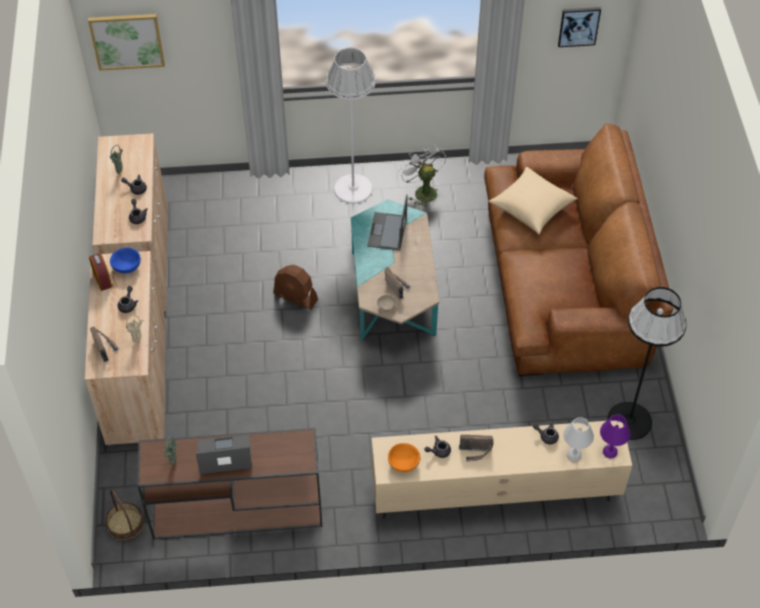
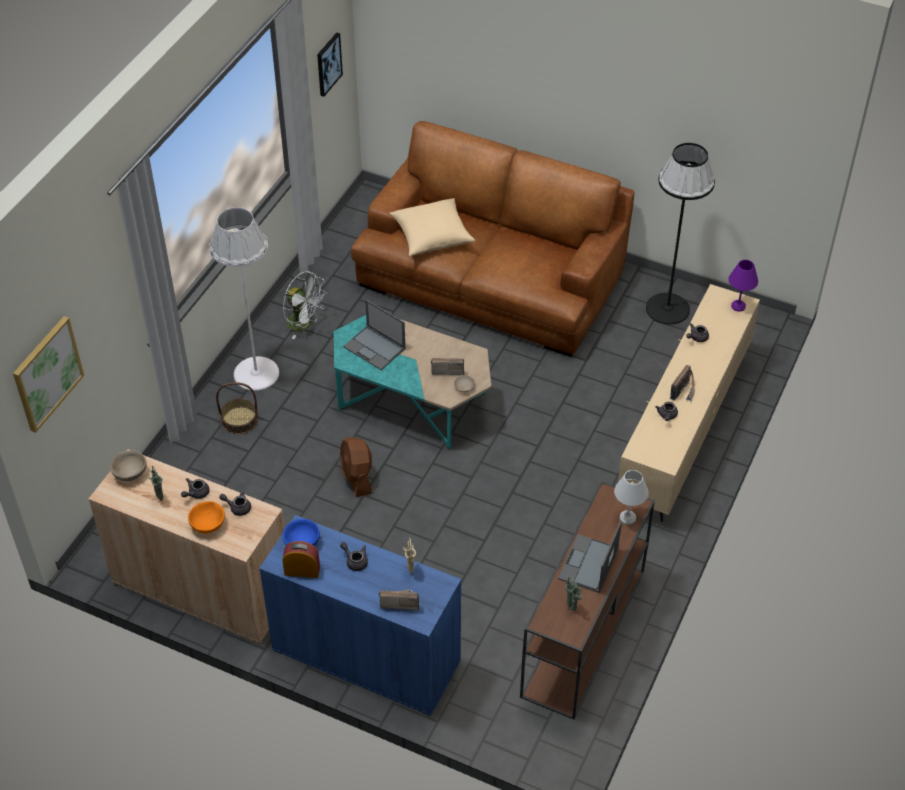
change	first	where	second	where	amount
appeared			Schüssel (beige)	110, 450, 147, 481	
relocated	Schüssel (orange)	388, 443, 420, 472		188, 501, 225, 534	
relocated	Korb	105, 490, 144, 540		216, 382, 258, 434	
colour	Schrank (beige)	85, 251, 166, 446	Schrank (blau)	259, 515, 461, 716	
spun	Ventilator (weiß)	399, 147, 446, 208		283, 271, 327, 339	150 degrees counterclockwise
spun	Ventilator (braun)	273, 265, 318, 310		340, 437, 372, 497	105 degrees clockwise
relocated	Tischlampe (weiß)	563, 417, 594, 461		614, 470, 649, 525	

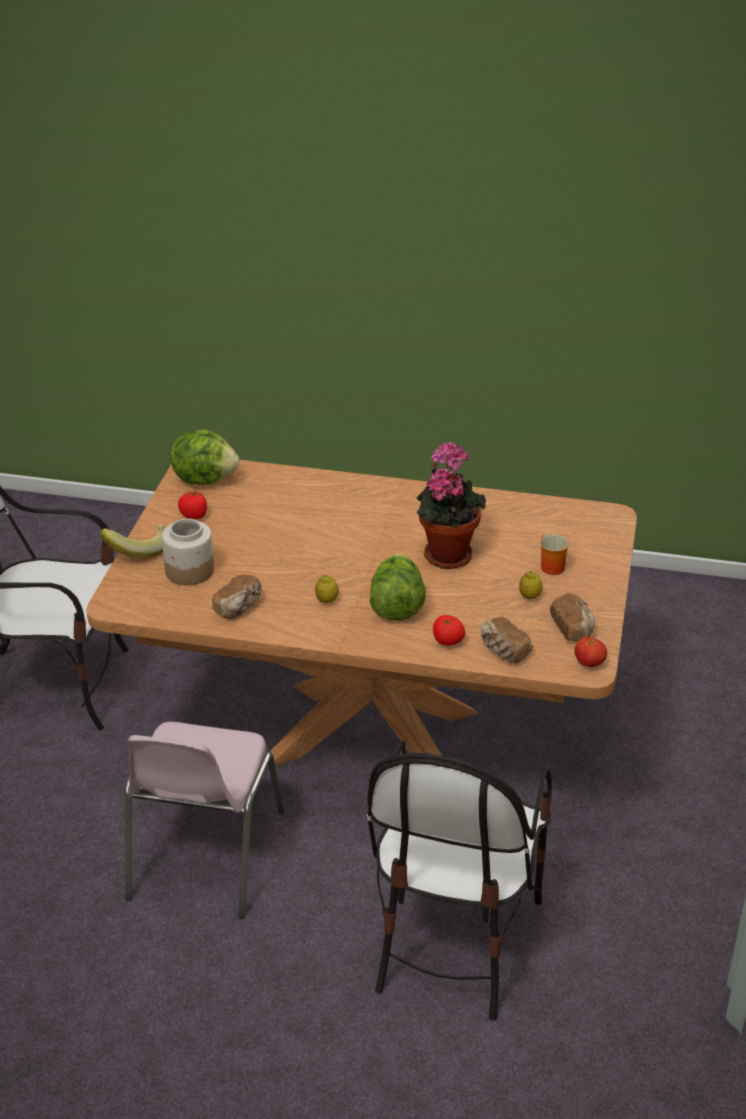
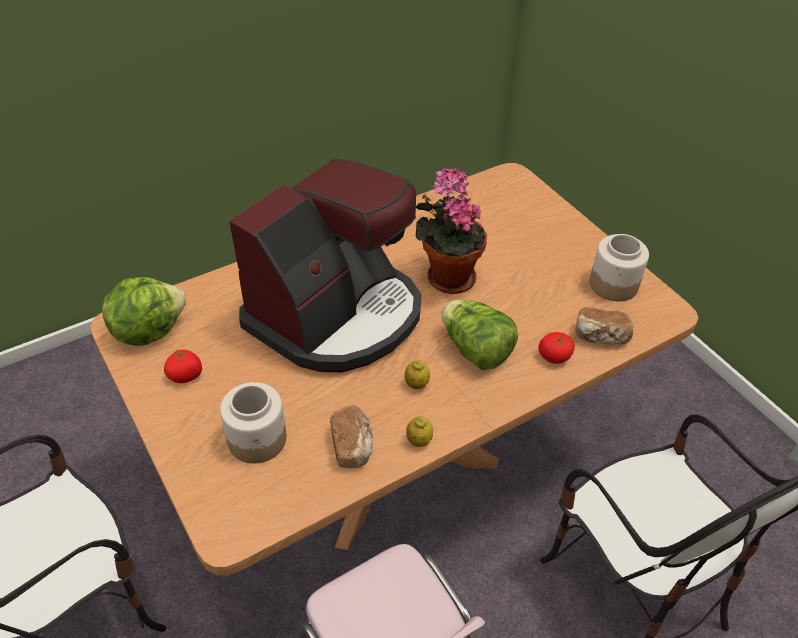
change	first	where	second	where	amount
appeared			Kaffeemaschine	229, 158, 422, 372	
relocated	Zitrone	519, 571, 543, 599		406, 416, 433, 447	
exchanged	Brot	550, 593, 595, 642	Vorratsglas	589, 234, 649, 301	
missing	Banane	100, 524, 164, 558			
missing	Henkelbecher	540, 534, 570, 575			
missing	Tomate	574, 637, 607, 667			

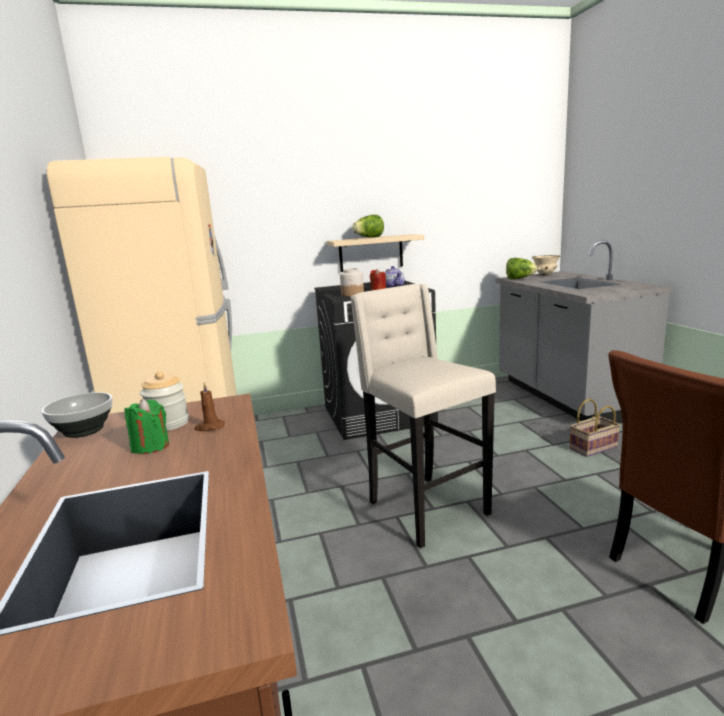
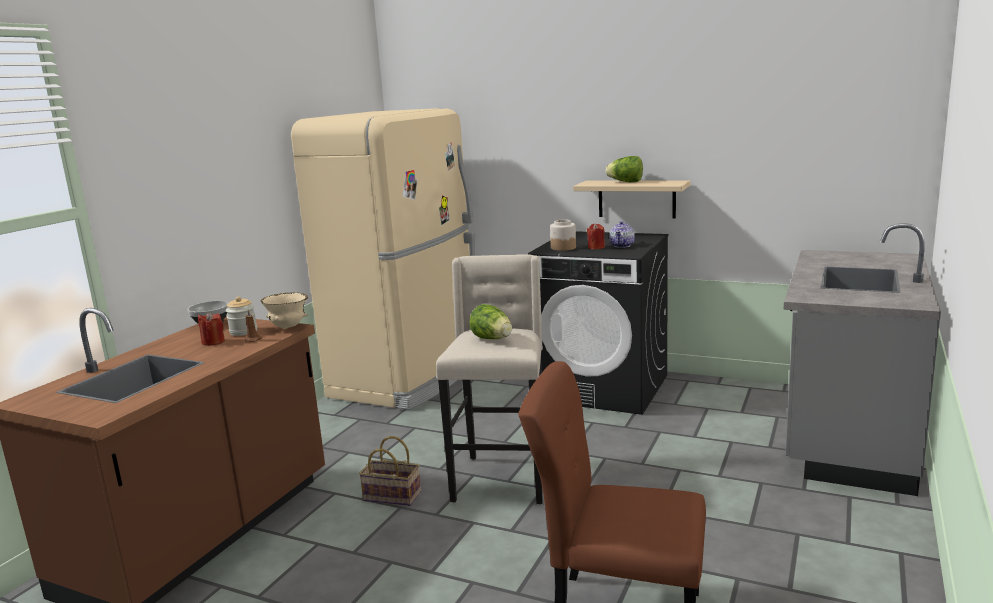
change	first	where	second	where	amount
colour	Kerze (grün)	125, 399, 169, 454	Kerze (rot)	198, 312, 225, 346	
relocated	Schüssel (beige)	532, 255, 561, 275		261, 292, 308, 329	
relocated	Korb	569, 399, 620, 457		359, 436, 421, 506	
relocated	Salatkopf	506, 258, 537, 279		469, 304, 512, 339	

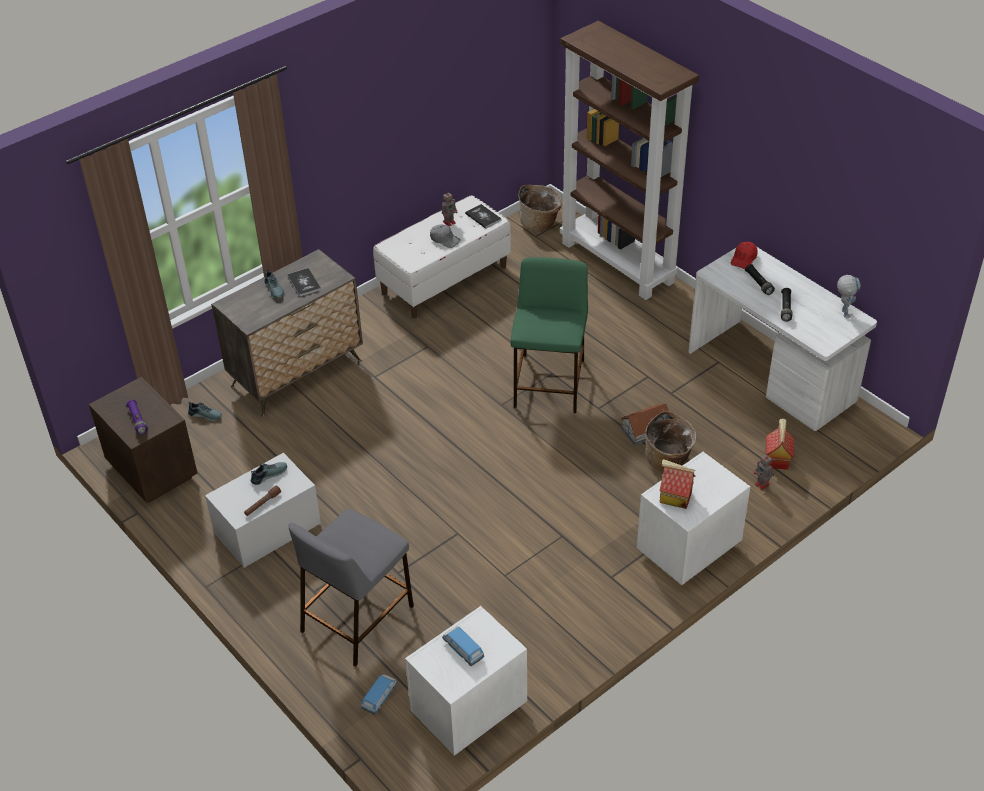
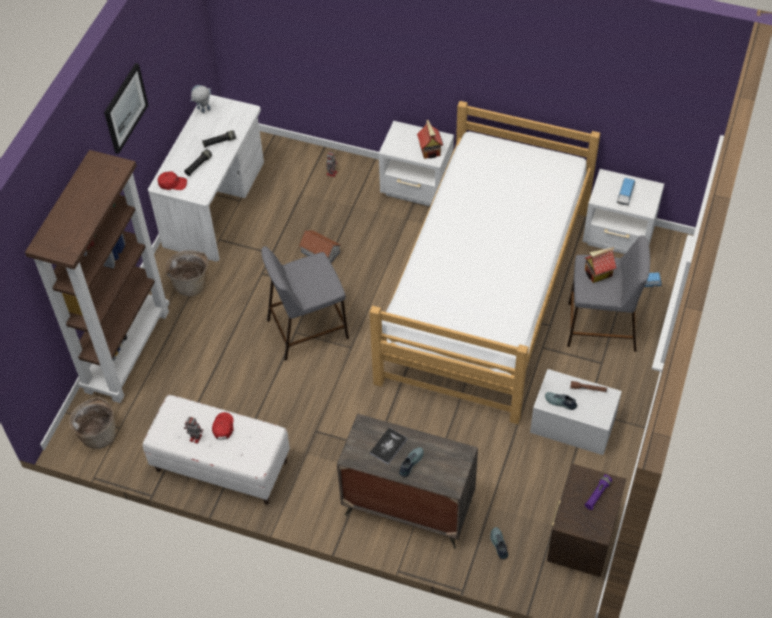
change	first	where	second	where	amount
appeared			Bild	104, 63, 148, 154	
relocated	Korb	645, 411, 696, 471		165, 250, 208, 296	
colour	Kappe (grau)	430, 224, 461, 248	Kappe (rot)	212, 412, 234, 440	
colour	Hocker (grün)	511, 257, 588, 413	Hocker (grau)	261, 246, 349, 361	
appeared			Bett	369, 101, 601, 424	
relocated	Spielzeughaus	766, 419, 794, 470		585, 247, 616, 283	
missing	Buch	465, 204, 502, 229			

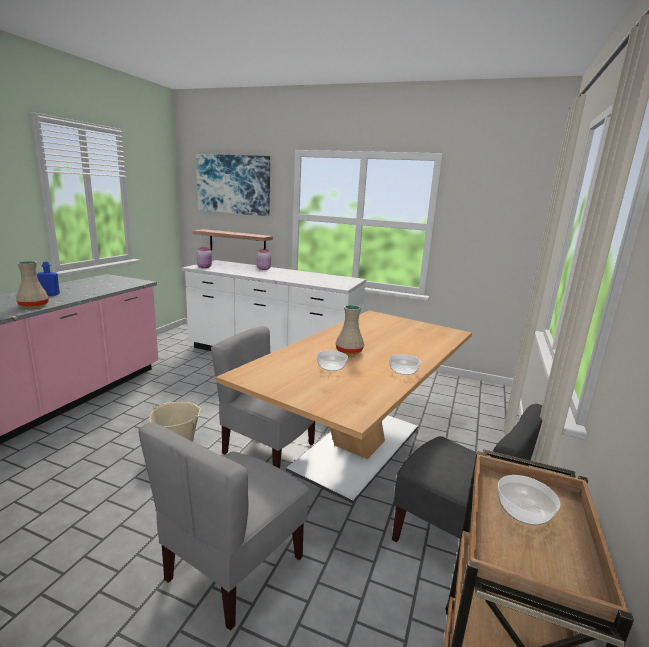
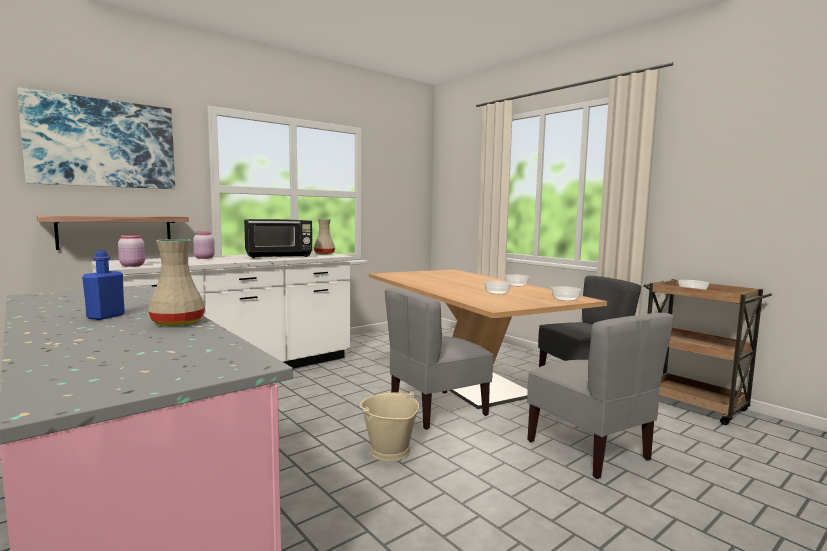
change	first	where	second	where	amount
appeared			Mikrowelle (schwarz)	244, 219, 312, 258	
relocated	Vase (beige)	336, 305, 364, 355		314, 219, 335, 255	
appeared			Schüssel	551, 286, 581, 301	

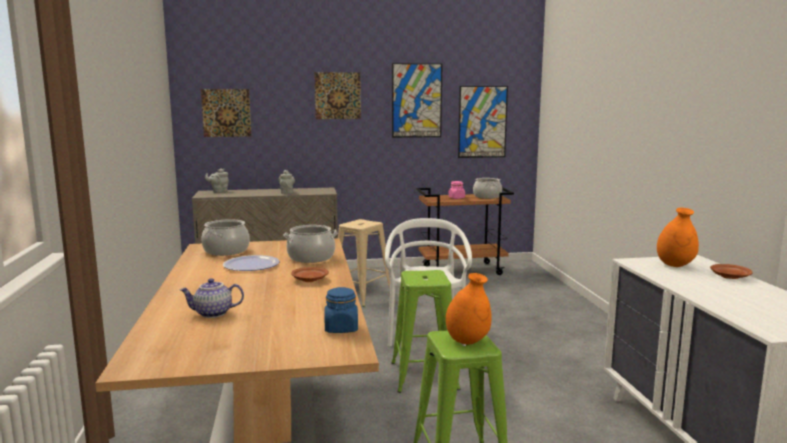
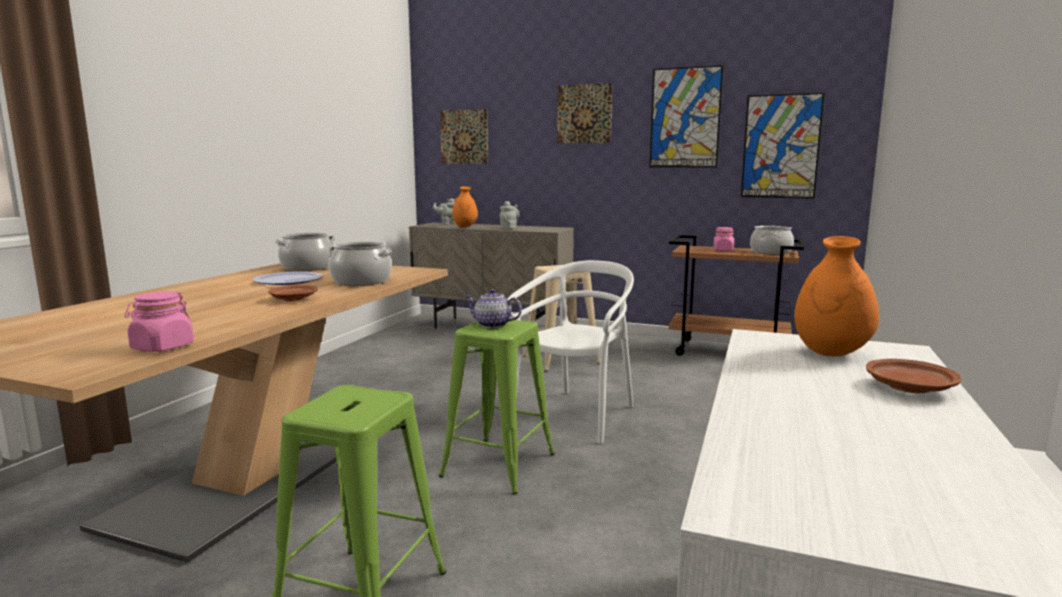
change	first	where	second	where	amount
colour	Vorratsglas (blau)	324, 287, 358, 333	Vorratsglas (rosa)	125, 292, 194, 352	
relocated	Vase (orange)	446, 273, 491, 345		452, 186, 478, 227	
relocated	Teekanne	180, 278, 244, 318		465, 289, 522, 328	

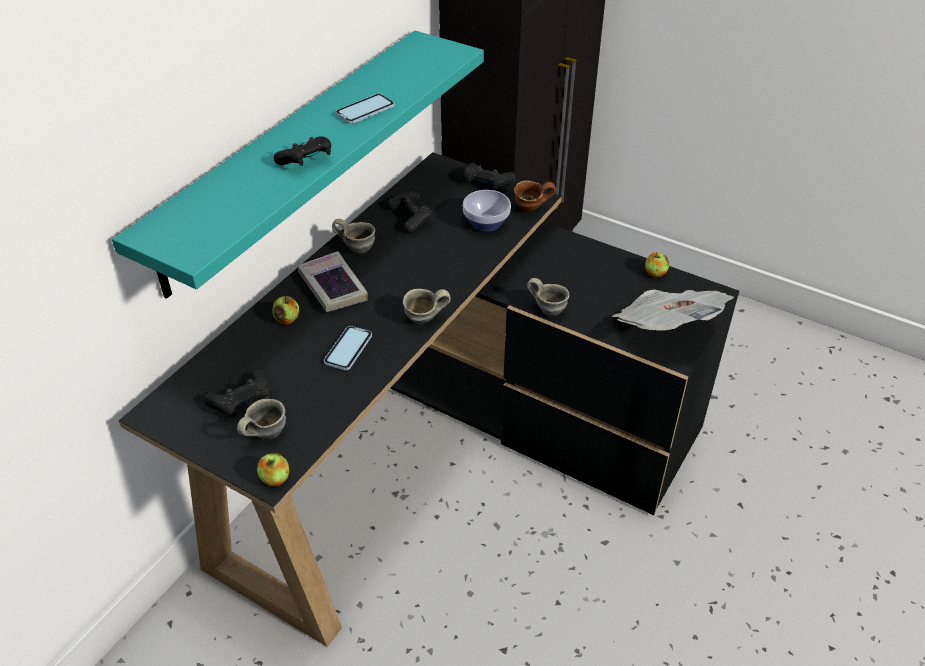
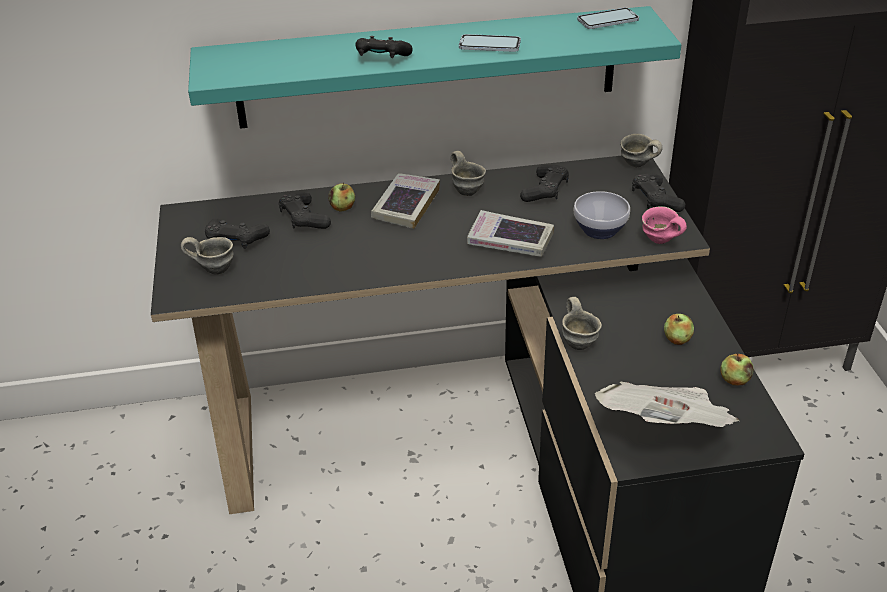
change	first	where	second	where	amount
appeared			Gamepad (schwarz)	278, 192, 331, 229	
appeared			Buch	467, 210, 554, 257	
relocated	Handy	324, 326, 372, 370		577, 8, 639, 29	
relocated	Henkelbecher (grau)	403, 289, 451, 324		620, 134, 663, 167	
colour	Henkelbecher (braun)	514, 181, 556, 212	Henkelbecher (rosa)	642, 206, 687, 244	
relocated	Apfel	257, 453, 289, 486		664, 314, 694, 345	

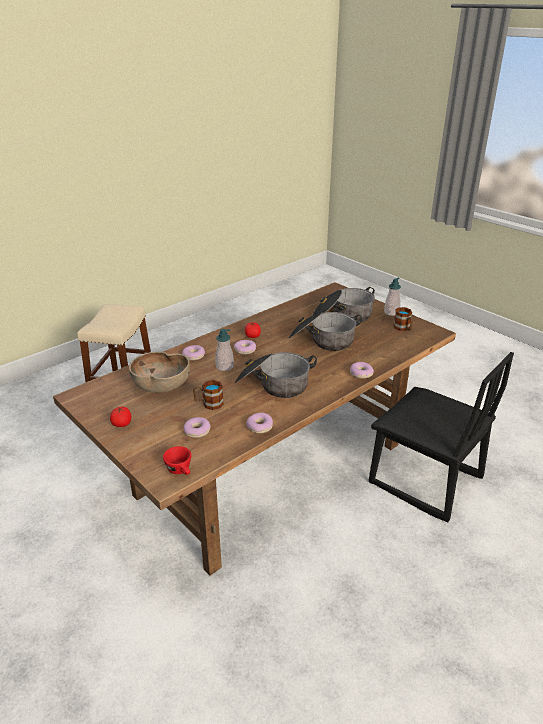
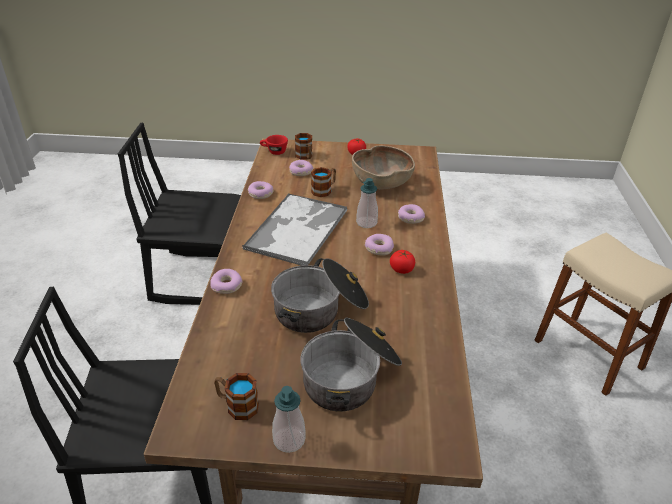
change	first	where	second	where	amount
appeared			Stuhl (schwarz)	118, 123, 241, 305	
exchanged	Kochtopf	234, 352, 317, 398	Tablett	242, 194, 348, 266	
appeared			Henkelbecher	295, 133, 312, 160	

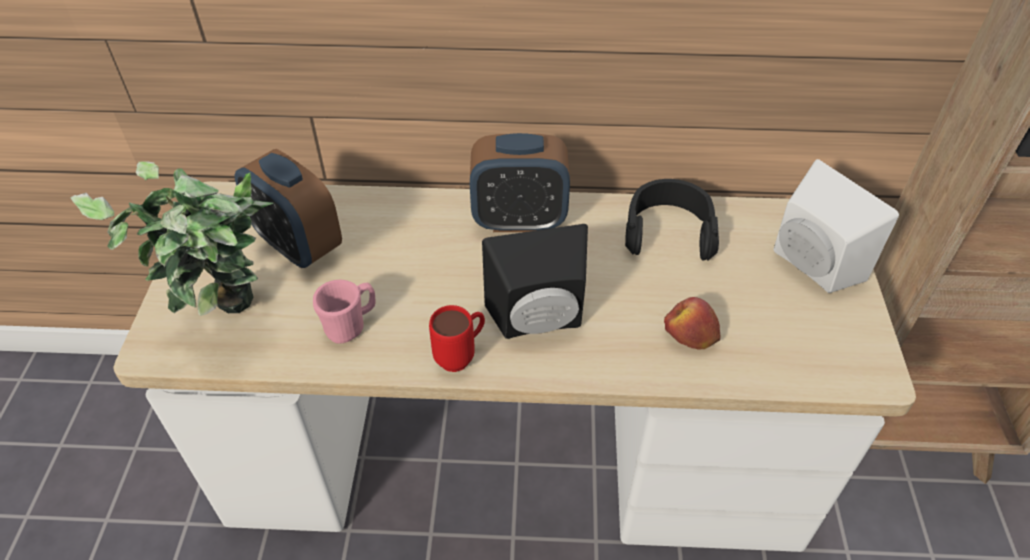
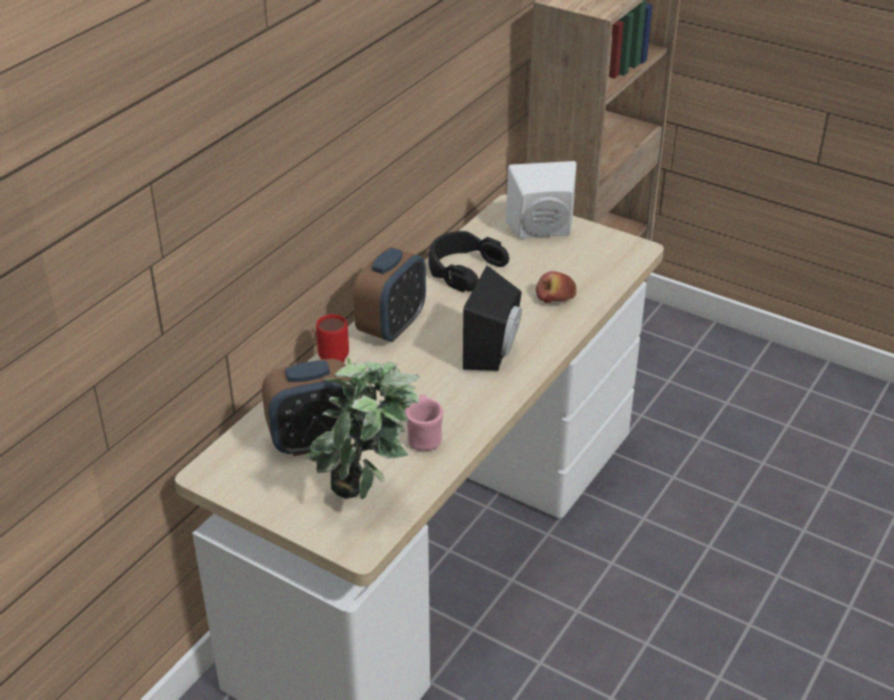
change	first	where	second	where	amount
relocated	Henkelbecher (rot)	429, 305, 485, 372		316, 314, 349, 363	

